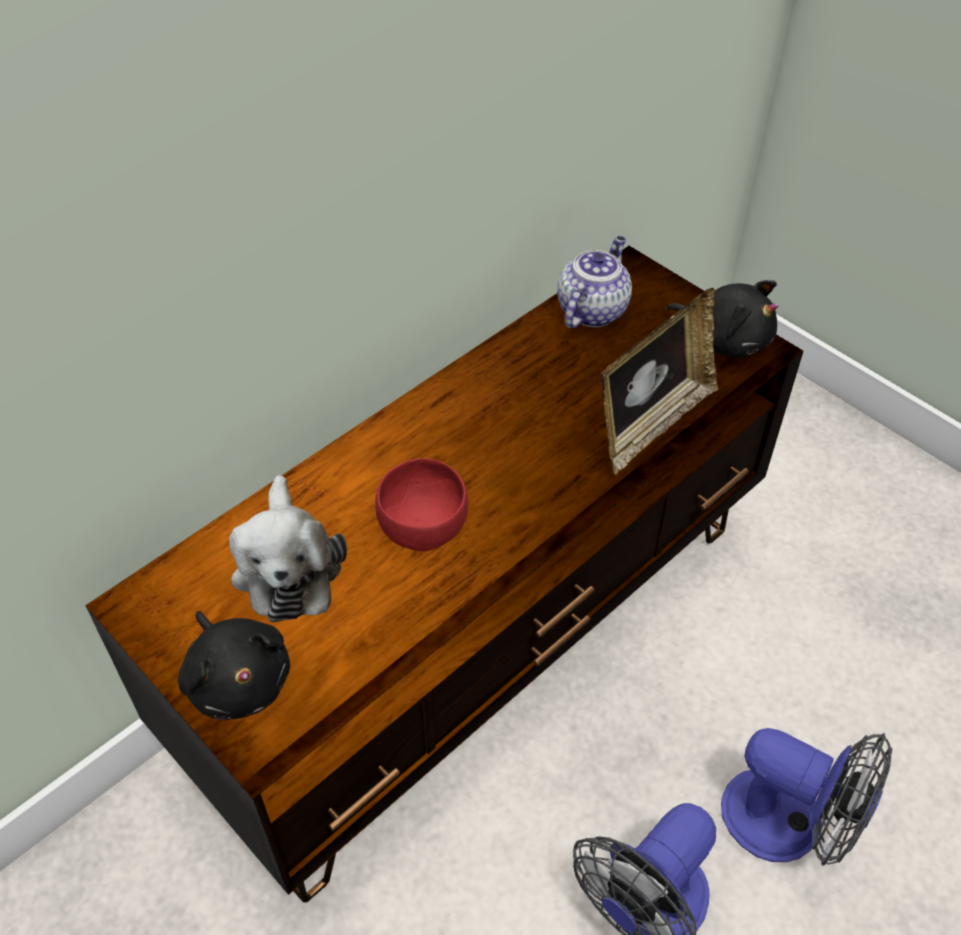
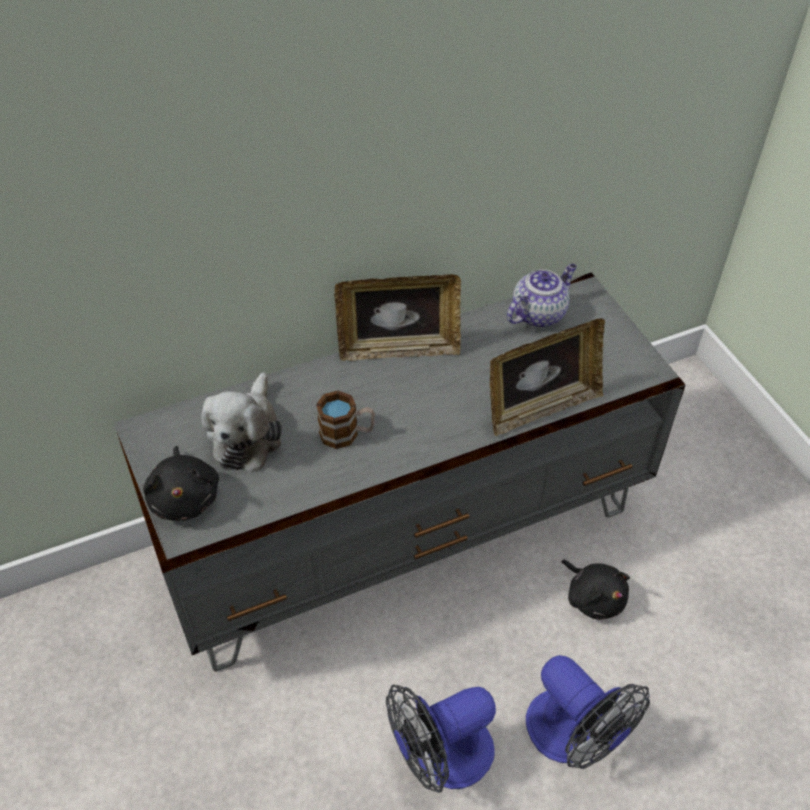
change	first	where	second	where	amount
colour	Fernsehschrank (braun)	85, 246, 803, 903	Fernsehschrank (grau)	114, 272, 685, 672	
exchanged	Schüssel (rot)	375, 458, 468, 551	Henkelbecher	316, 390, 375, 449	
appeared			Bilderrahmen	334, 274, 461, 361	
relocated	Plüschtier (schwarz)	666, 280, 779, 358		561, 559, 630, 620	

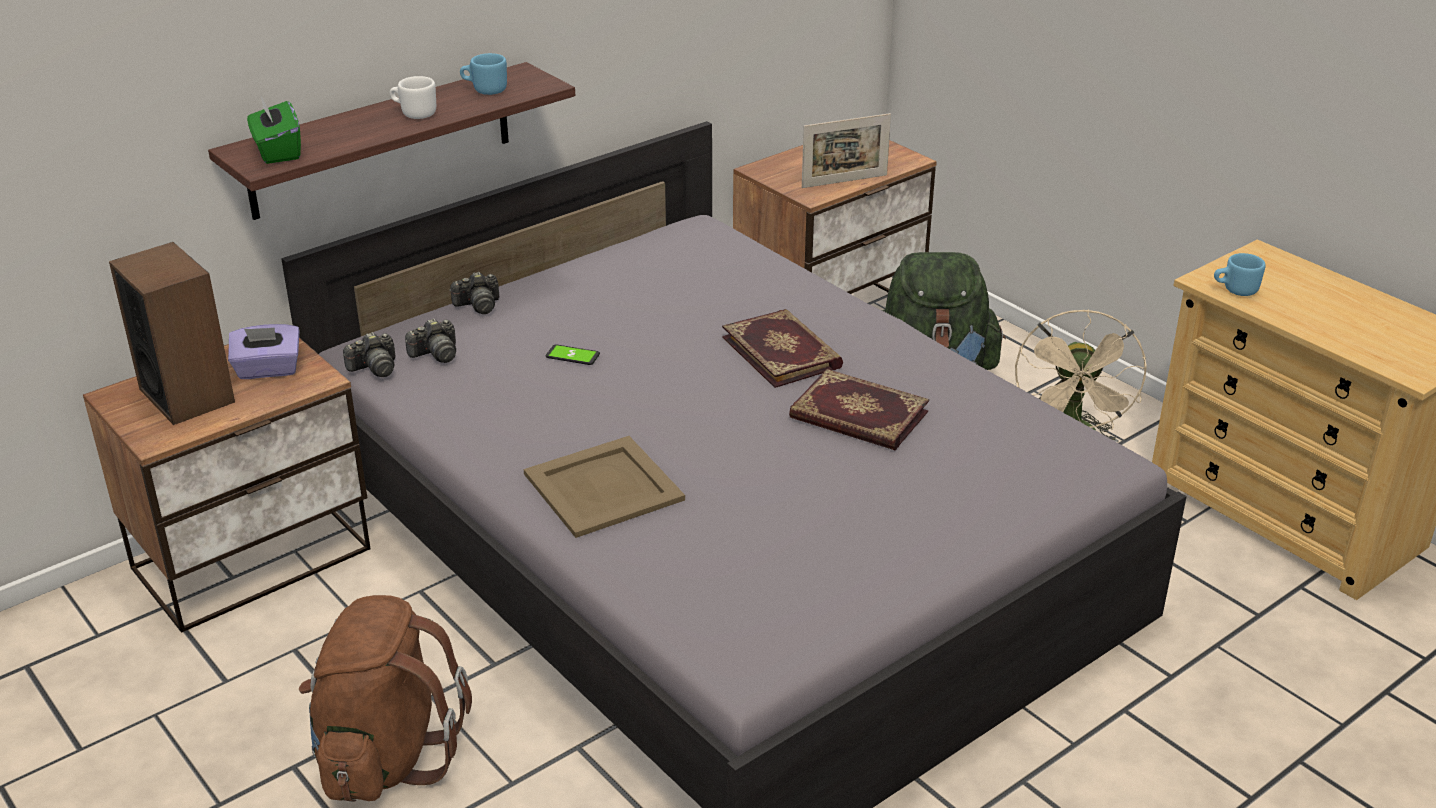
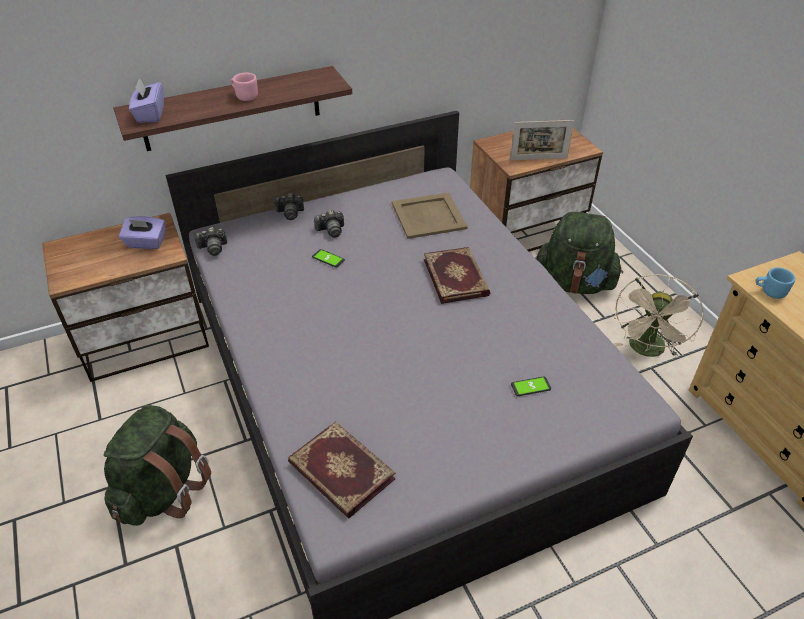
change	first	where	second	where	amount
colour	Rucksack (braun)	299, 595, 472, 802	Rucksack (grün)	104, 405, 211, 526	
colour	Taschentuchbox (grün)	247, 96, 301, 164	Taschentuchbox (lila)	129, 78, 164, 123	
colour	Henkelbecher (weiß)	390, 76, 436, 119	Henkelbecher (rosa)	231, 73, 258, 101	
relocated	Buch	789, 369, 929, 450		288, 421, 395, 519	
relocated	Kamera	405, 318, 456, 363		313, 210, 344, 238	
relocated	Tablett (beige)	524, 436, 685, 538		392, 192, 468, 239	
appeared			Handy	511, 377, 551, 396	
missing	Lautsprecher	109, 242, 235, 425			
missing	Henkelbecher (blau)	460, 53, 507, 95			

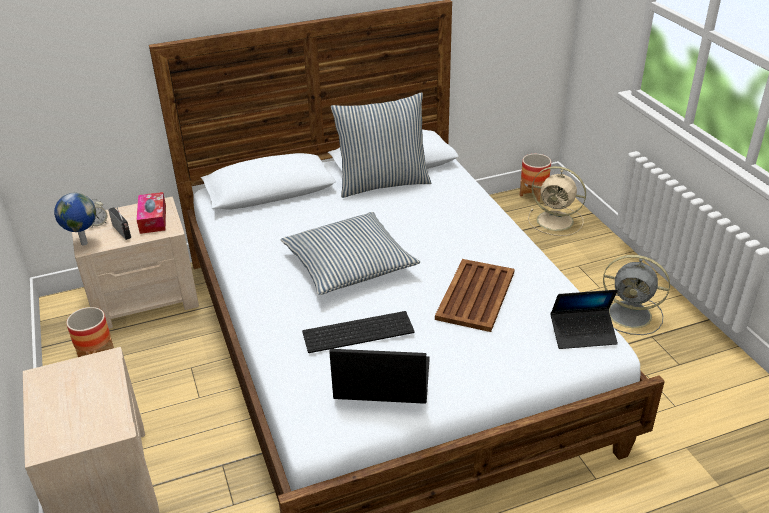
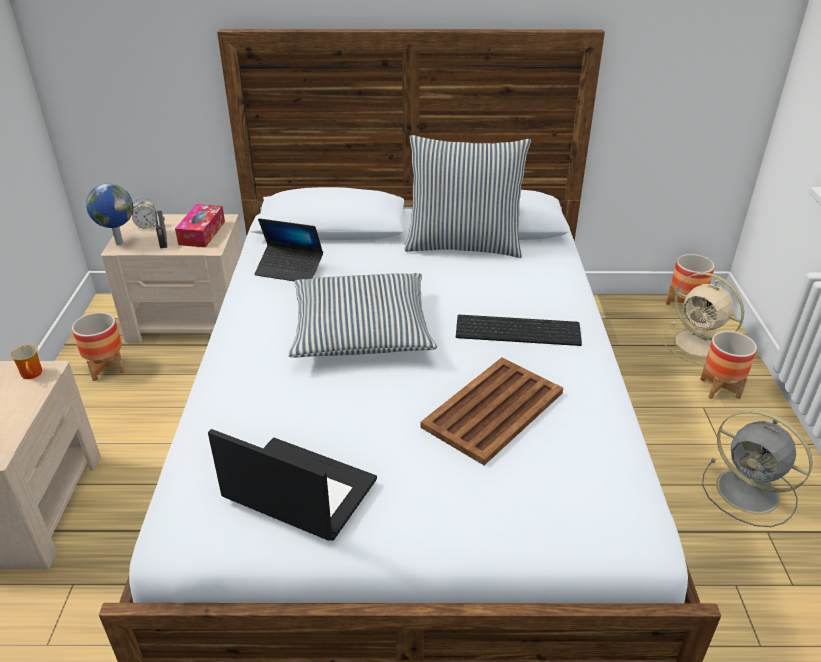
change	first	where	second	where	amount
appeared			Henkelbecher	10, 345, 42, 379	
relocated	Laptop	551, 290, 618, 349		255, 218, 323, 281	
relocated	Tastatur	302, 311, 414, 353		456, 315, 582, 346	
appeared			Pflanzkübel	700, 331, 757, 399	

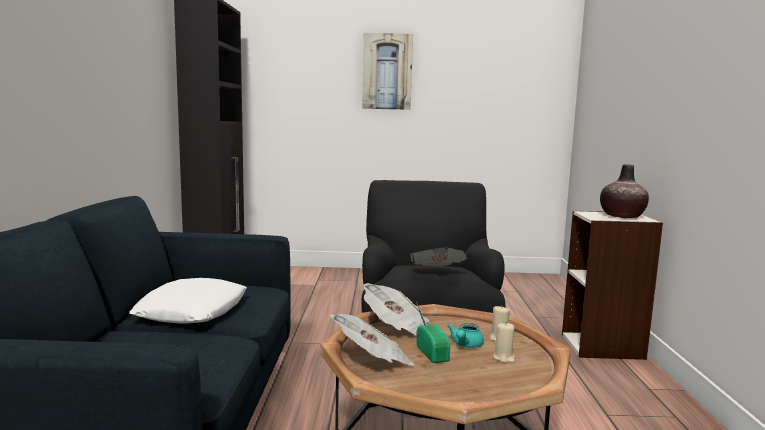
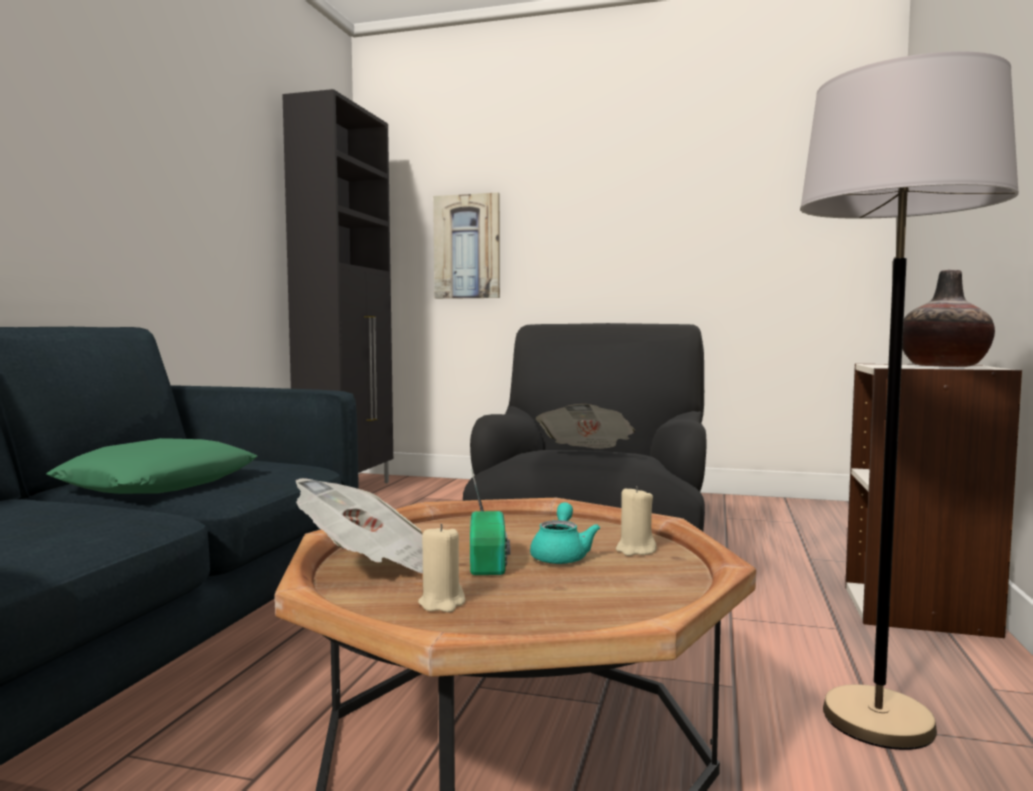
change	first	where	second	where	amount
colour	Kissen (weiß)	130, 278, 247, 324	Kissen (grün)	46, 438, 257, 494	
relocated	Kerze (beige)	493, 322, 515, 363		418, 524, 465, 612	
relocated	Bild	362, 33, 413, 110		433, 193, 500, 299	
spun	Teekanne (türkis)	447, 323, 484, 348		530, 502, 600, 564	150 degrees clockwise
appeared			Stehlampe (grau)	800, 51, 1019, 750	
missing	Zeitung	364, 283, 429, 336			

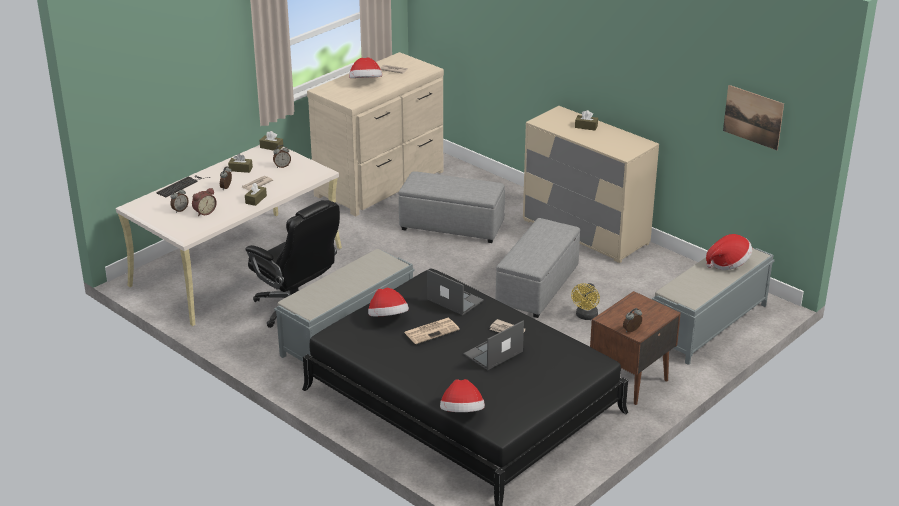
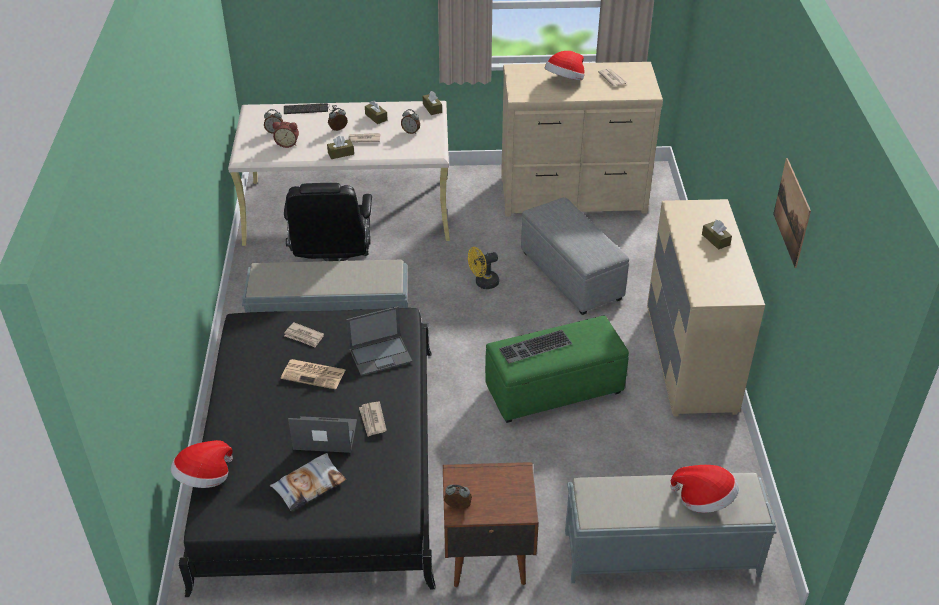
change	first	where	second	where	amount
appeared			Kissen	270, 453, 346, 511	
exchanged	Hut	368, 288, 409, 316	Zeitung	284, 322, 324, 348	
spun	Laptop	427, 269, 484, 315		346, 306, 413, 376	75 degrees clockwise
relocated	Ventilator (gelb)	571, 283, 600, 320		468, 247, 499, 289	
colour	Polsterhocker (grau)	496, 218, 580, 318	Polsterhocker (grün)	485, 315, 629, 423	
appeared			Tastatur	499, 330, 573, 364	
relocated	Bild	723, 85, 784, 150		773, 158, 811, 268	

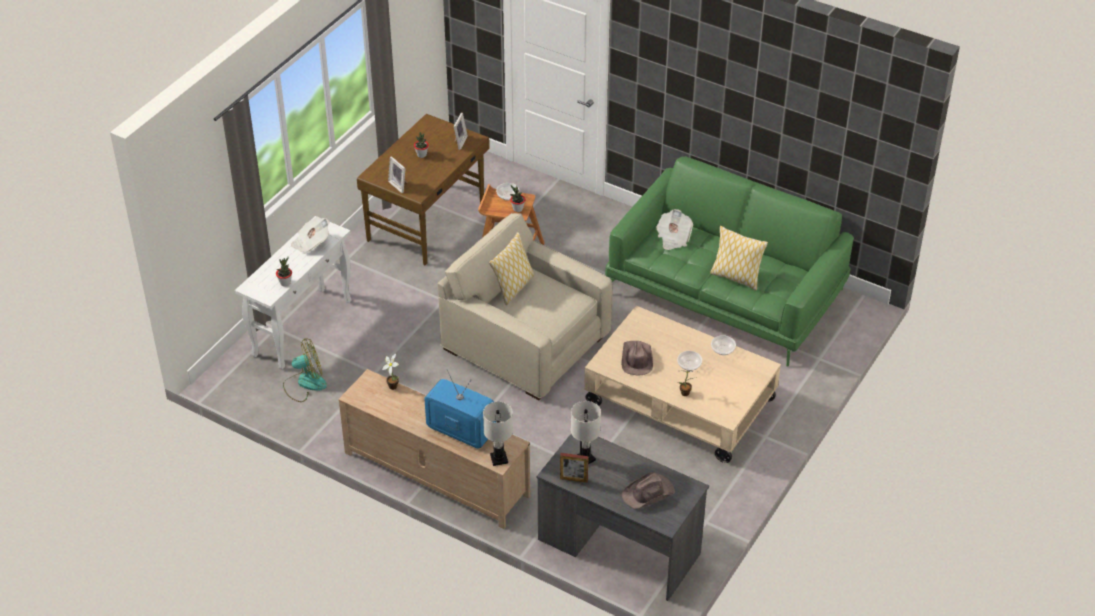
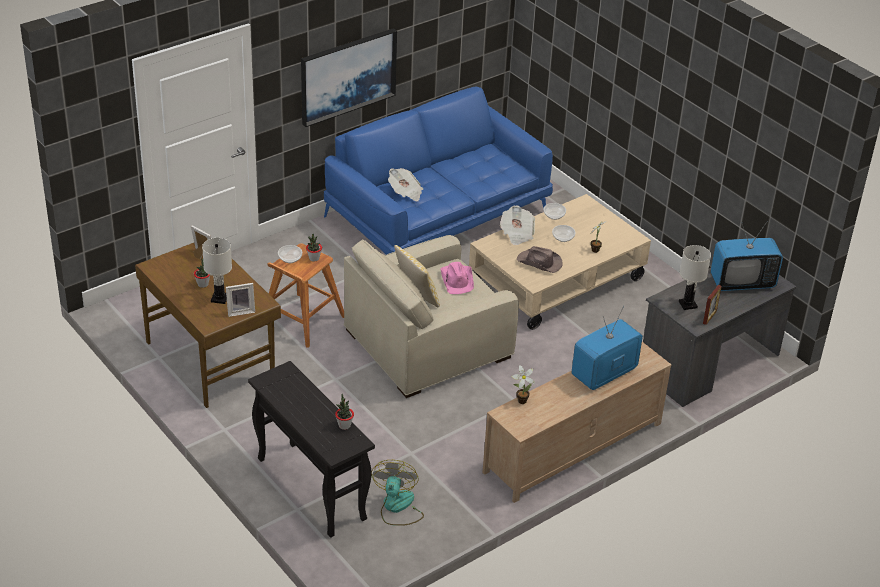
change	first	where	second	where	amount
relocated	Tischlampe (weiß)	483, 402, 513, 466		202, 238, 232, 304	
colour	Konsolentisch (weiß)	235, 216, 352, 369	Konsolentisch (schwarz)	248, 361, 375, 538	
appeared			Bild	301, 28, 397, 127	
colour	Sofa (grün)	605, 156, 854, 367	Sofa (blau)	324, 87, 553, 255	
appeared			Hut (rosa)	440, 262, 474, 294	
relocated	Zeitung	291, 217, 330, 254		500, 205, 535, 245	
exchanged	Hut (braun)	622, 472, 675, 509	Fernseher	711, 221, 783, 291	
missing	Kissen	710, 226, 768, 290			

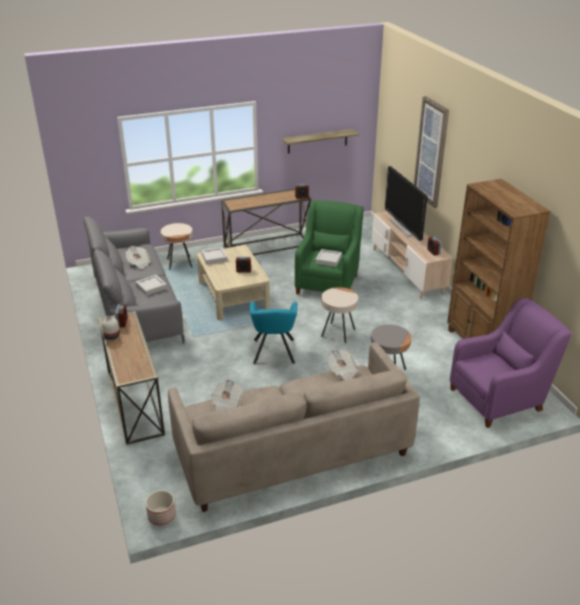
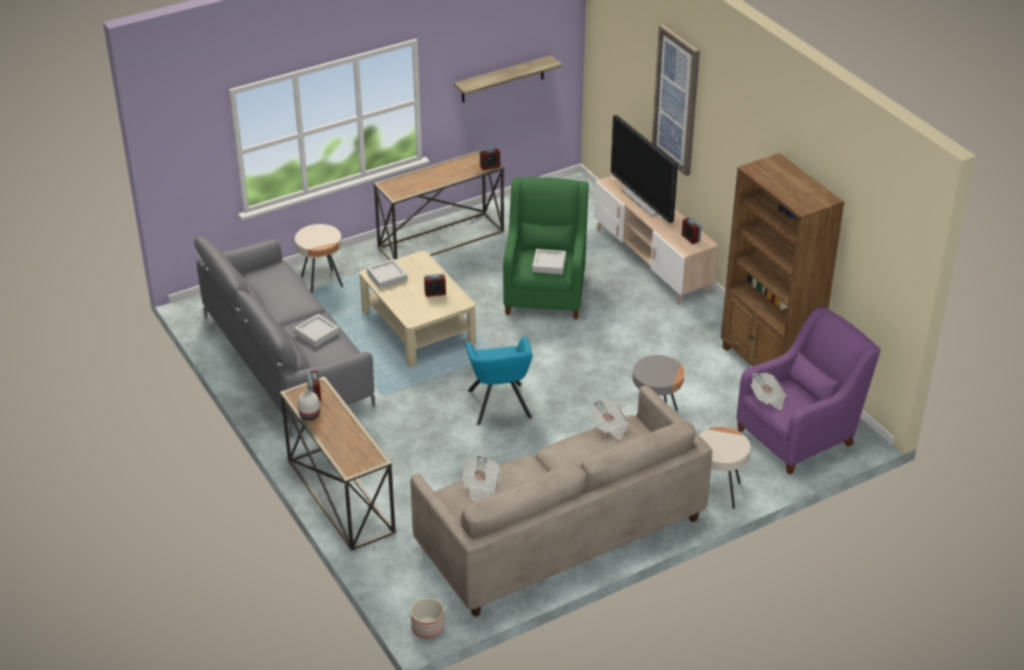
change	first	where	second	where	amount
relocated	Beistelltisch (beige)	321, 287, 358, 343		699, 427, 750, 509	
relocated	Zeitung	125, 246, 151, 269		751, 373, 787, 410	

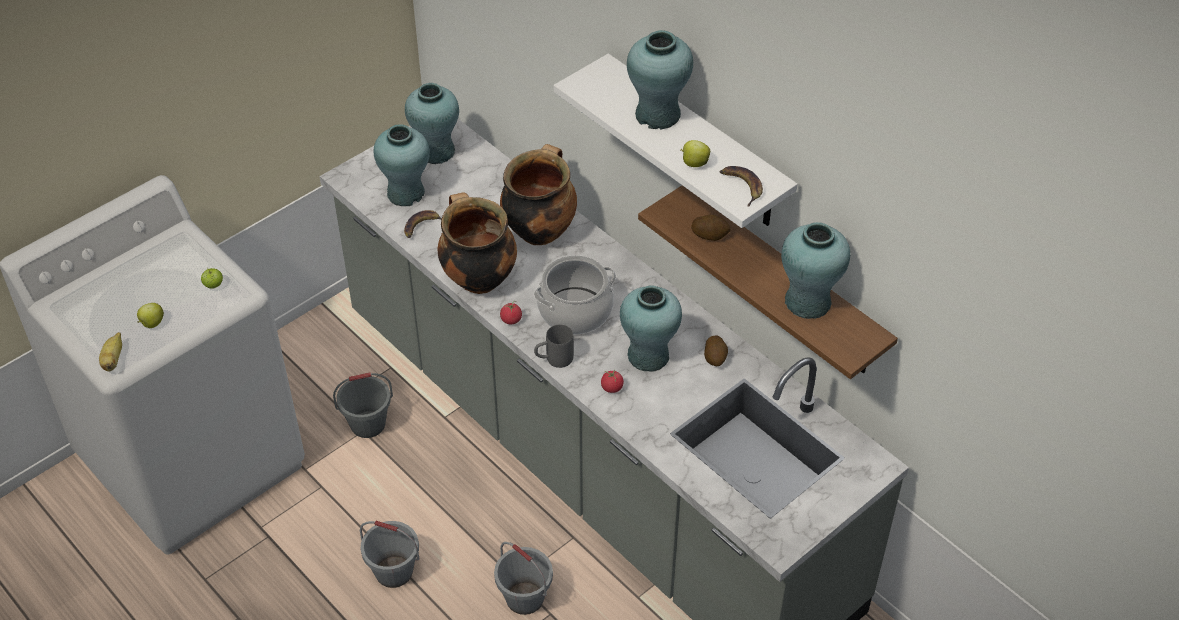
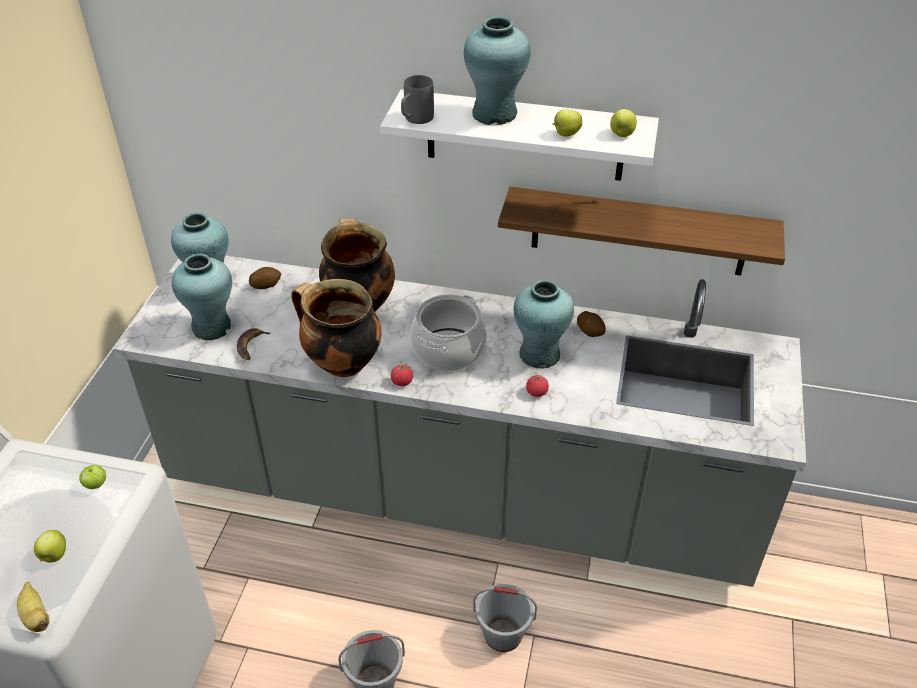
change	first	where	second	where	amount
relocated	Kartoffel	691, 215, 731, 241		249, 267, 281, 289	
relocated	Henkelbecher (grau)	534, 325, 574, 368		401, 75, 434, 124	
exchanged	Banane	720, 166, 763, 207	Apfel	610, 109, 637, 137	
missing	Eimer (grau)	333, 372, 393, 438			
missing	Vase (türkis)	781, 222, 850, 319			

